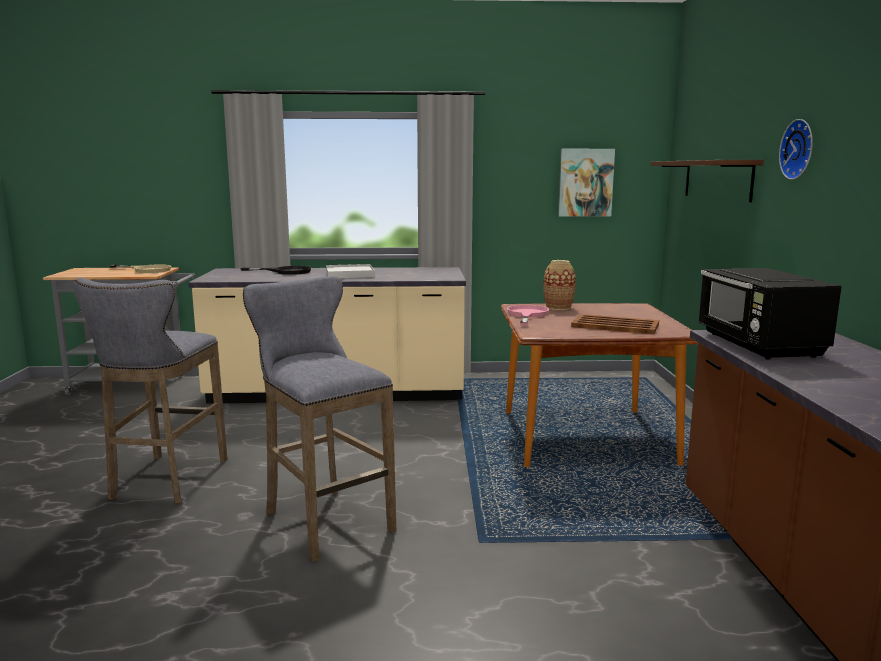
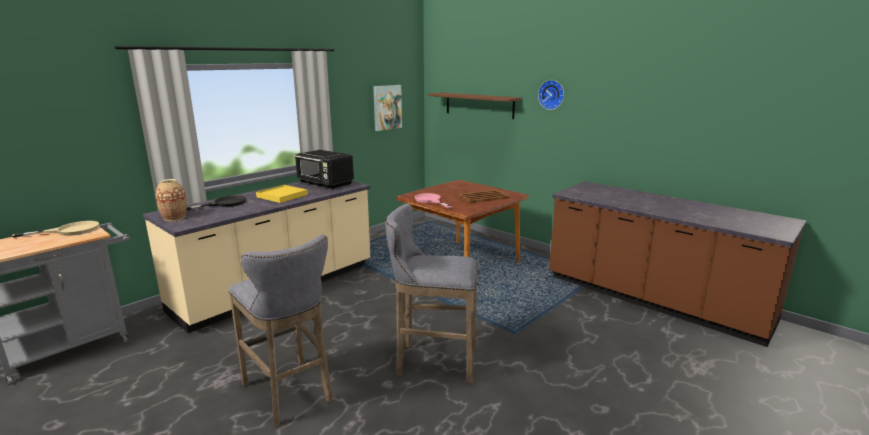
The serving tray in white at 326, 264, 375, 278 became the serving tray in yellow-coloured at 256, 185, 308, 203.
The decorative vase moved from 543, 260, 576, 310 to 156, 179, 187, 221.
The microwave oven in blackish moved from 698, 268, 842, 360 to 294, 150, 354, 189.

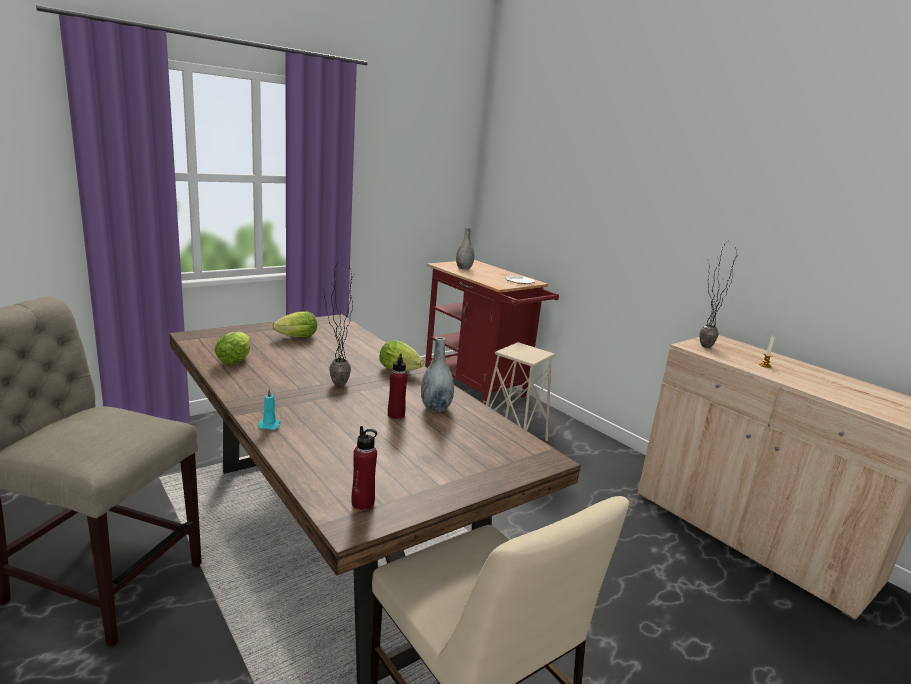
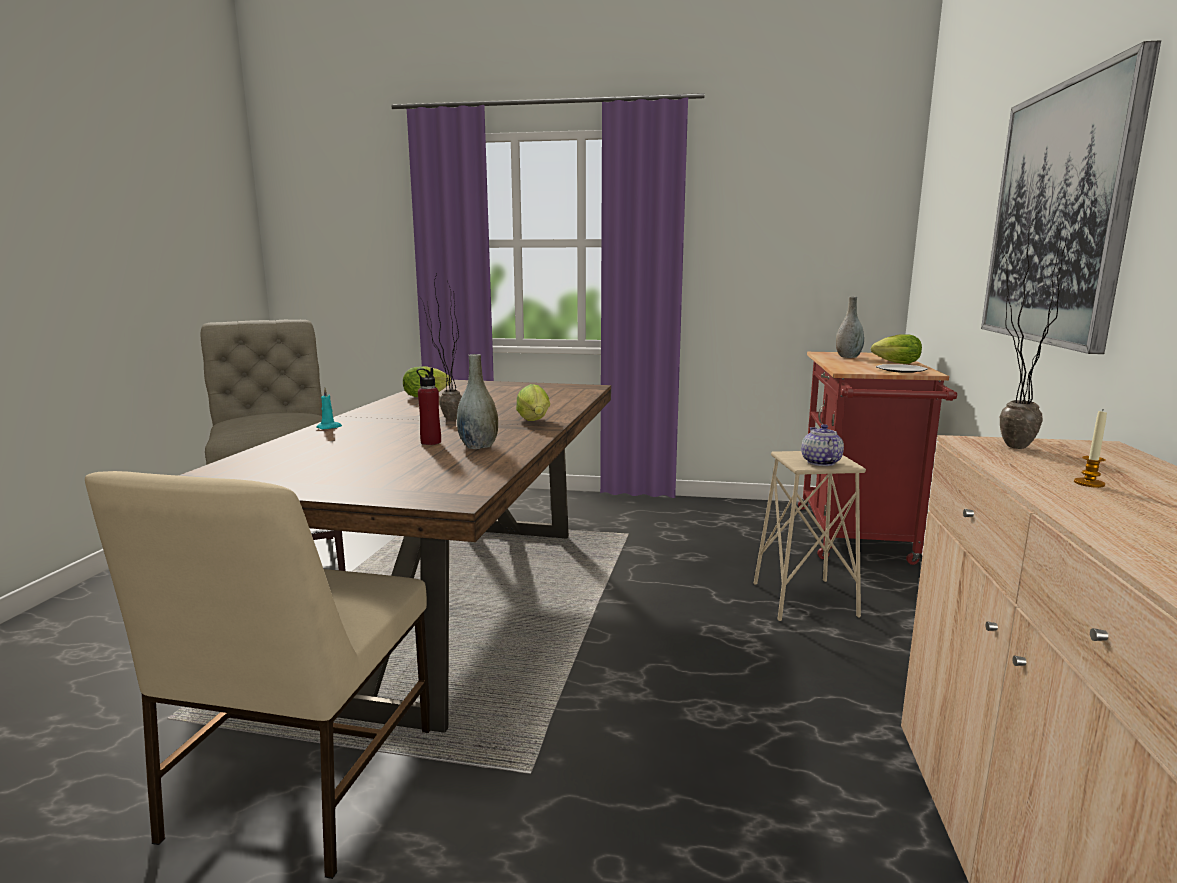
The lettuce moved from 272, 311, 317, 337 to 871, 334, 922, 364.
The bottle in red at 352, 426, 377, 510 disappeared.
The teapot at 801, 424, 844, 466 appeared.
The wall art at 981, 40, 1161, 354 appeared.

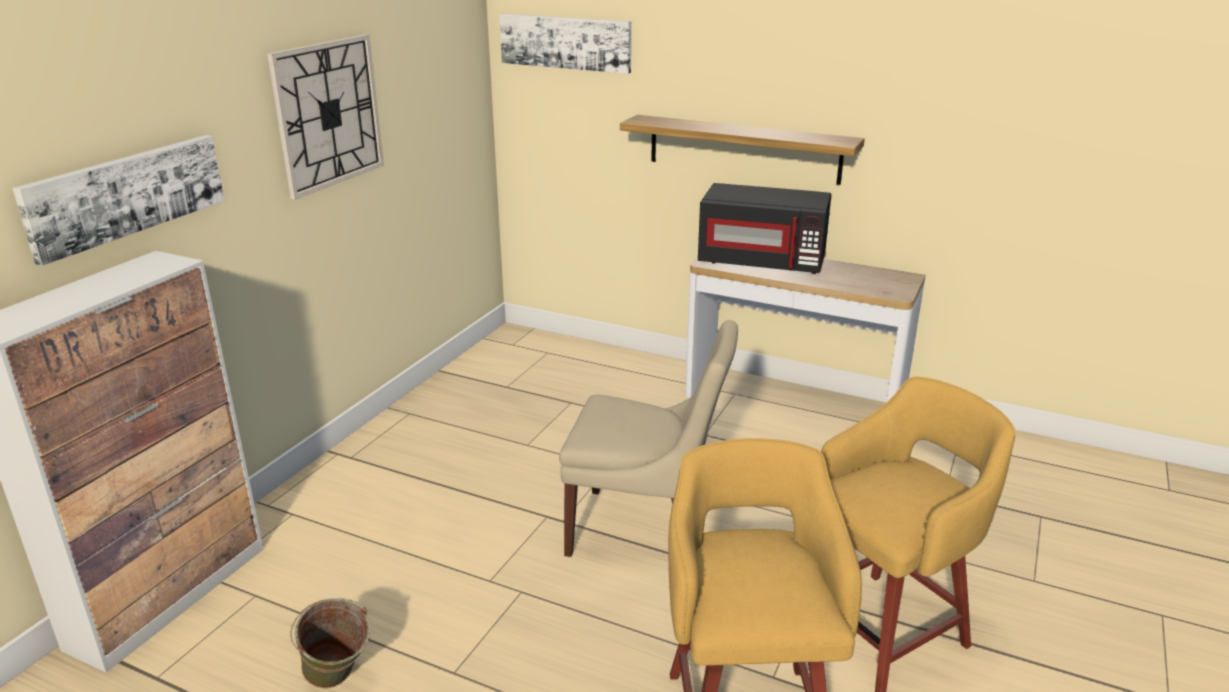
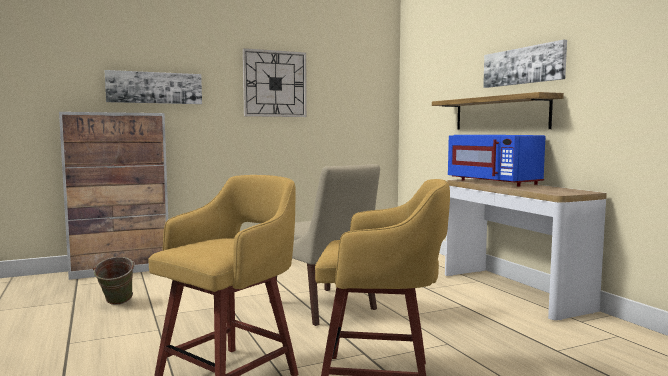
The wall art moved from 499, 13, 631, 74 to 483, 40, 567, 88.
The microwave oven in blackish at 698, 183, 831, 274 became the microwave oven in blue at 448, 135, 545, 186.

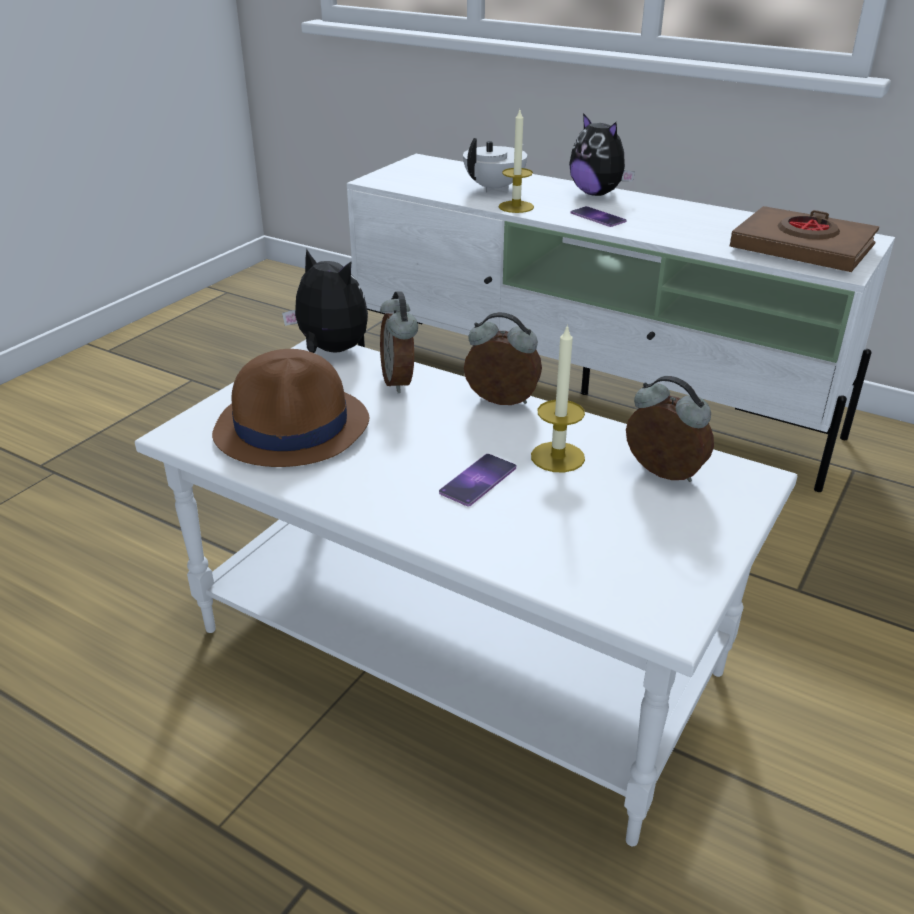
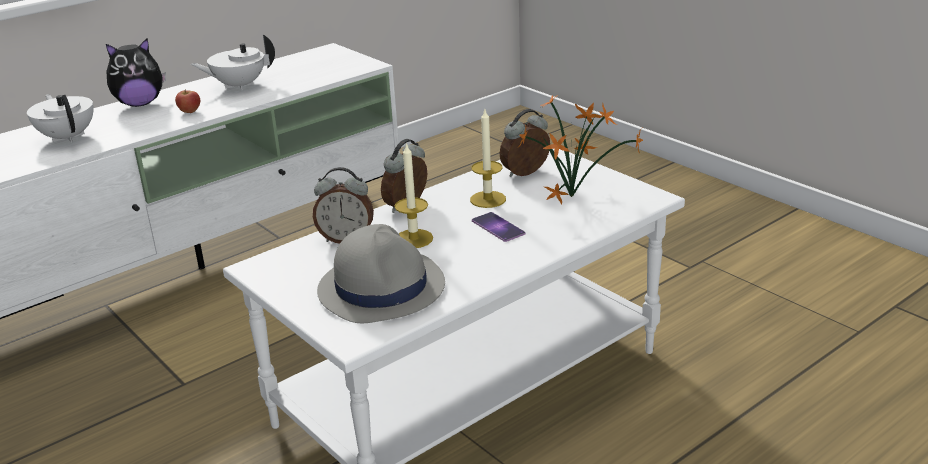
The clothing hat in brown-coloured at 212, 349, 369, 467 became the clothing hat in grey at 317, 224, 445, 323.
The plush toy at 282, 248, 368, 353 disappeared.
The candle moved from 499, 110, 534, 213 to 394, 142, 433, 248.
The phone at 571, 206, 626, 227 was replaced by the apple fruit at 175, 89, 200, 113.
The bound book in brown-coloured at 730, 206, 879, 272 disappeared.
The teapot in white at 191, 35, 275, 90 appeared.
The houseplant at 517, 92, 643, 204 appeared.

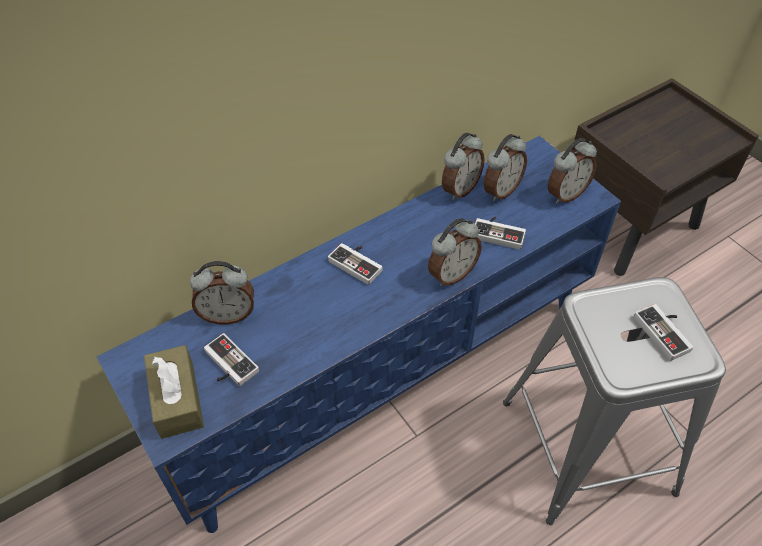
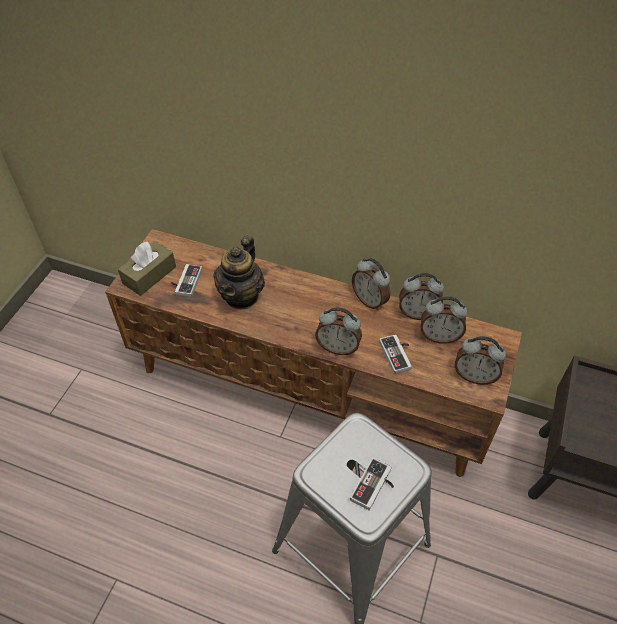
The media console in blue at 97, 136, 621, 533 became the media console in brown-coloured at 105, 229, 522, 477.
The table clock moved from 190, 261, 254, 324 to 352, 258, 391, 310.
The gamepad at 328, 243, 383, 285 disappeared.
The teapot at 213, 235, 265, 309 appeared.

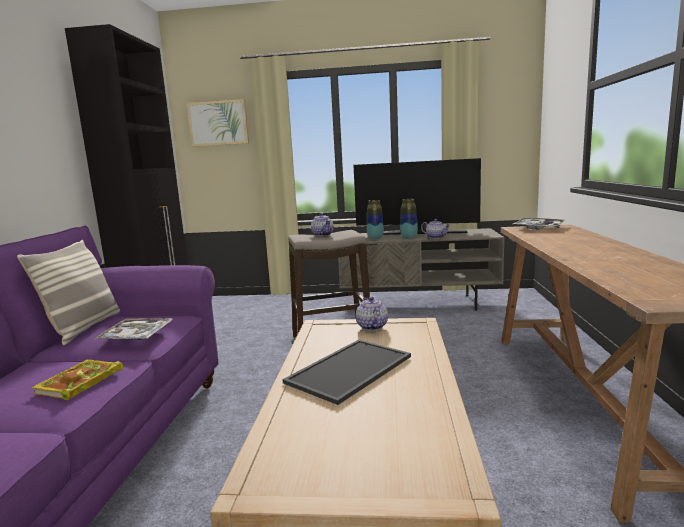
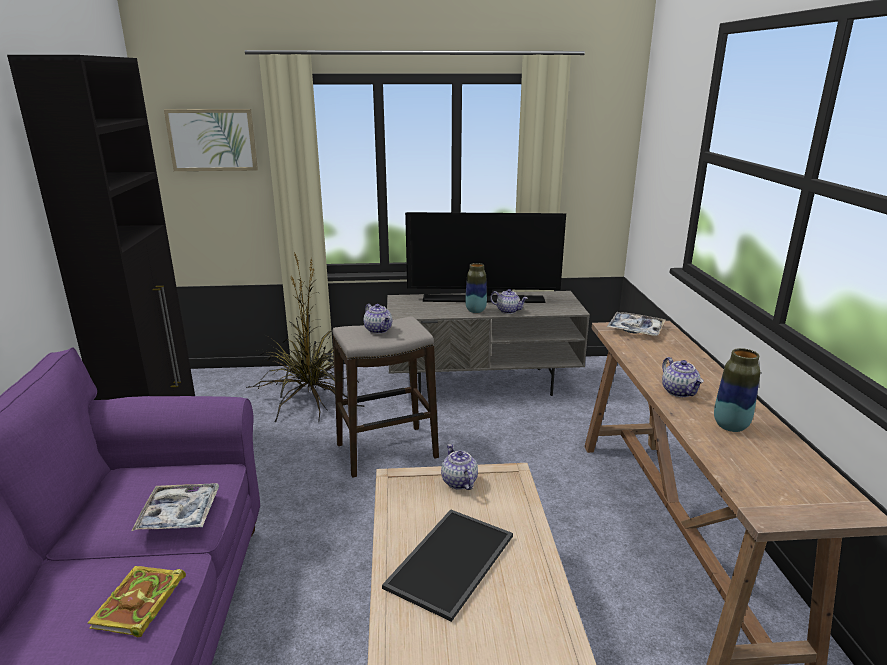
The throw pillow at 17, 240, 120, 345 disappeared.
The decorative vase moved from 367, 200, 384, 239 to 714, 348, 760, 432.
The houseplant at 246, 252, 365, 422 appeared.
The teapot at 662, 357, 704, 397 appeared.

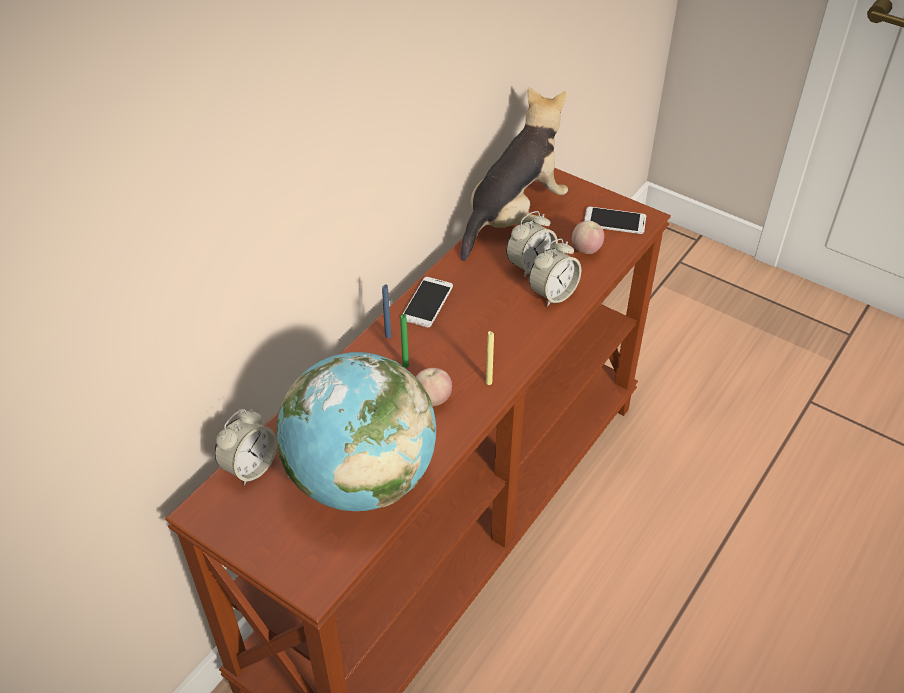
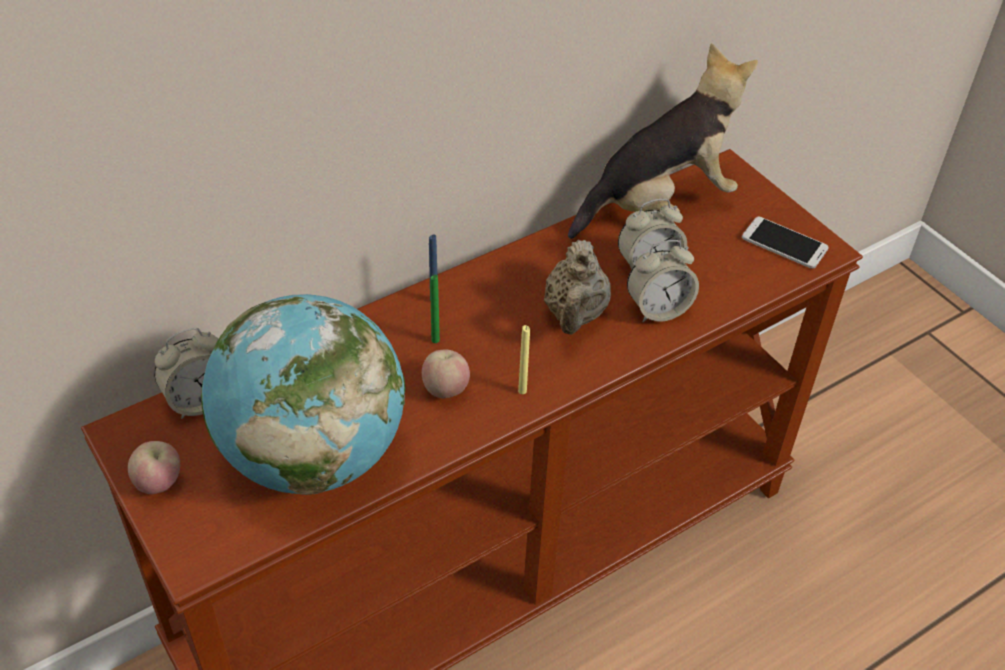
The phone at 403, 277, 453, 327 disappeared.
The apple fruit moved from 572, 221, 604, 254 to 128, 441, 180, 494.
The teapot in sand-coloured at 544, 240, 611, 334 appeared.

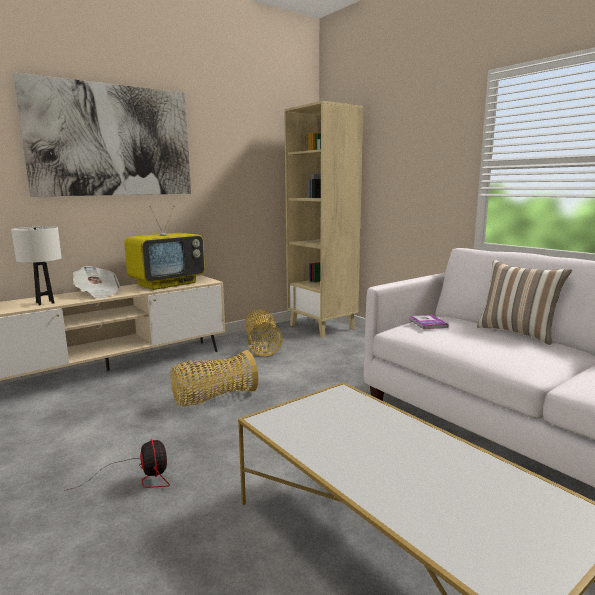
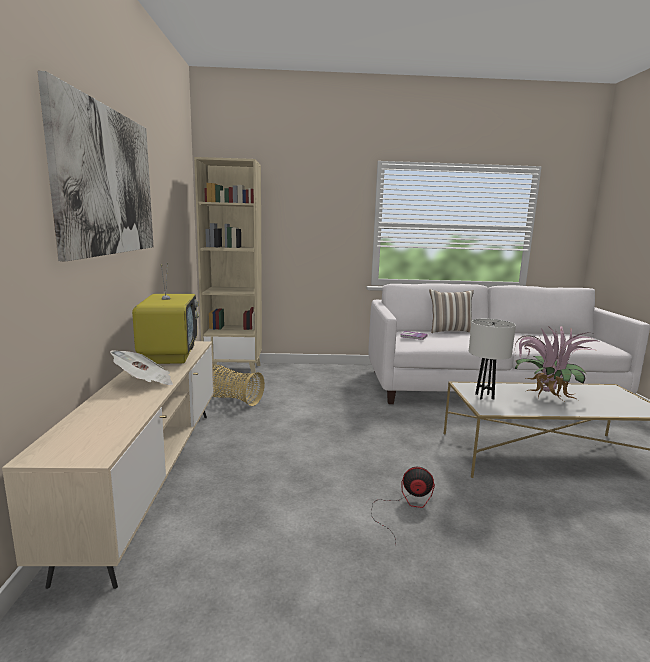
The table lamp in white moved from 11, 226, 62, 306 to 469, 319, 516, 399.
The household basket at 170, 350, 258, 406 disappeared.
The houseplant at 515, 325, 599, 400 appeared.

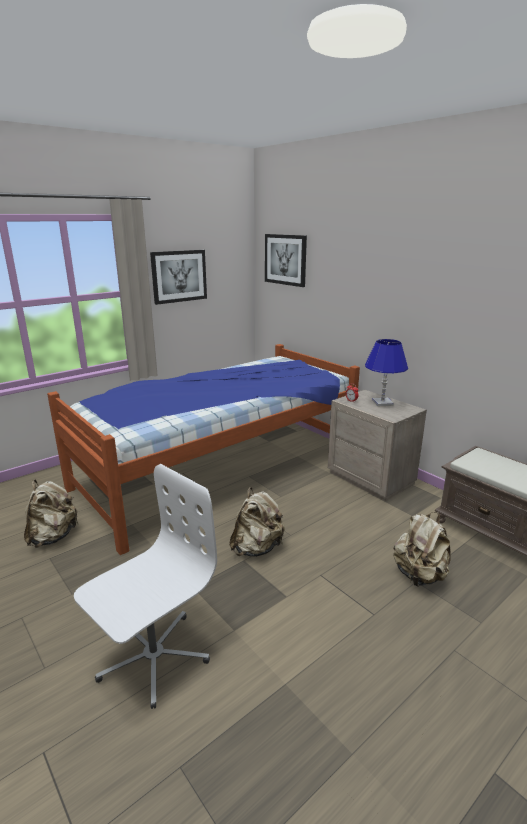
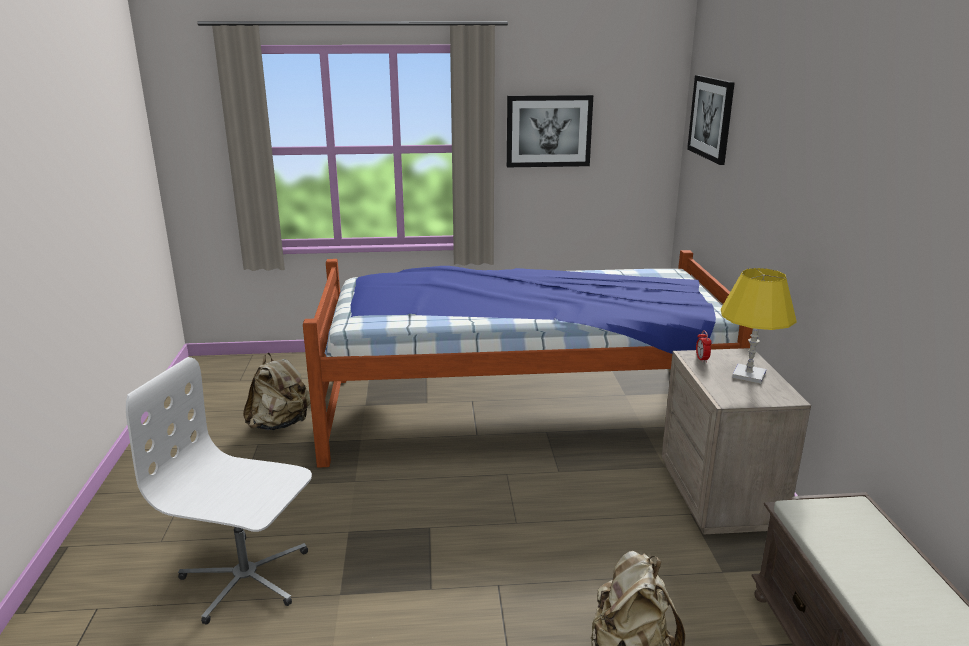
The office chair in white at 74, 464, 217, 709 turned 150 degrees counterclockwise.
The rucksack in sand-coloured at 229, 487, 285, 557 disappeared.
The table lamp in blue at 365, 339, 408, 406 became the table lamp in yellow-coloured at 721, 268, 797, 384.

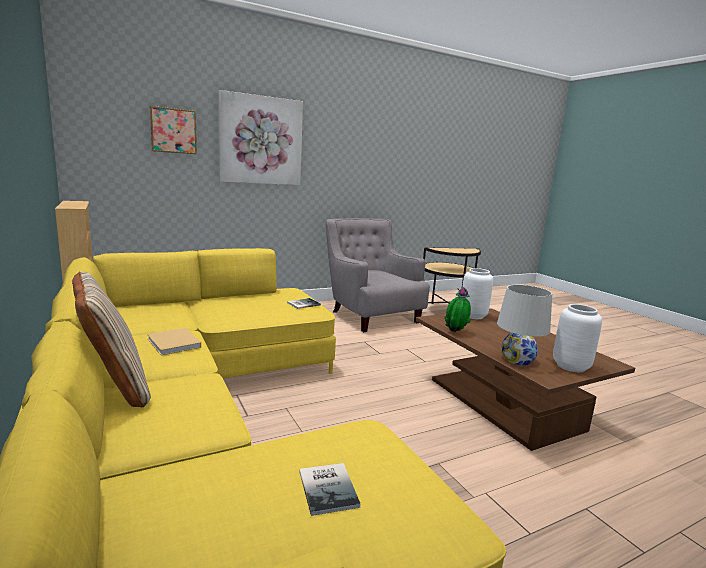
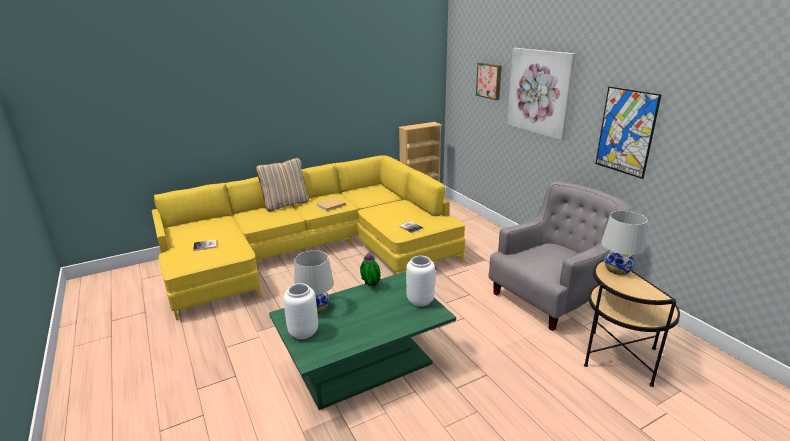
The coffee table in brown-coloured at 416, 308, 635, 451 became the coffee table in greenish at 269, 272, 456, 410.
The wall art at 596, 86, 661, 179 appeared.
The table lamp in white at 601, 211, 648, 275 appeared.

